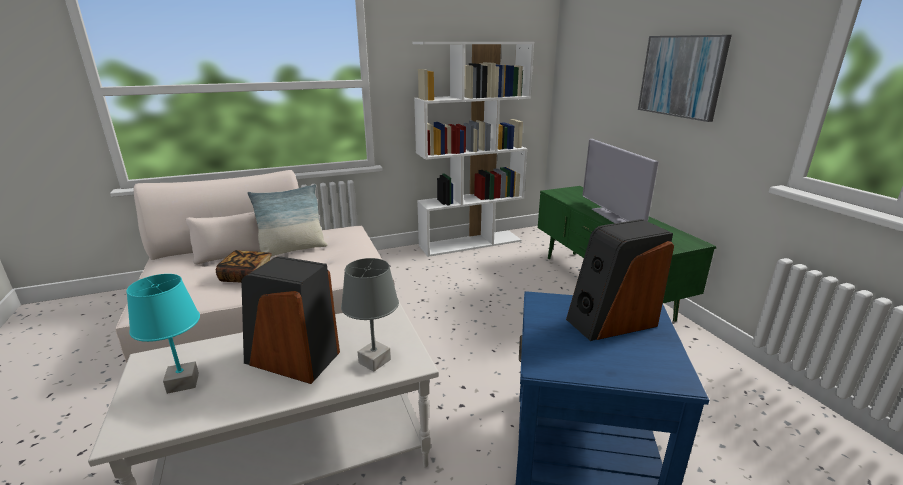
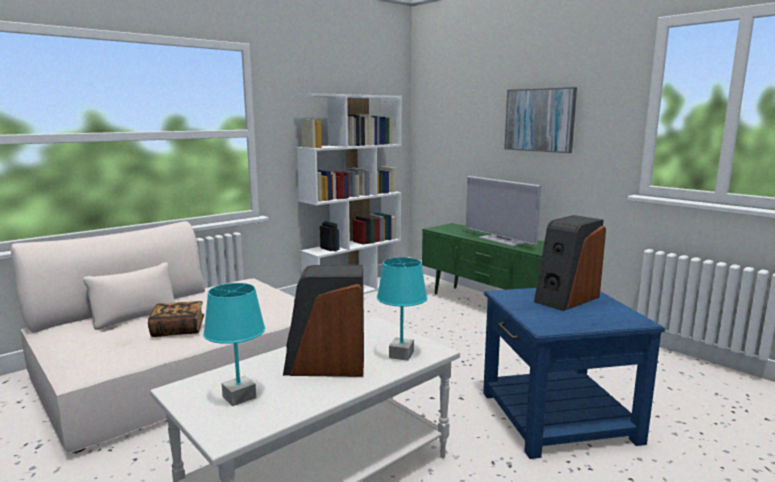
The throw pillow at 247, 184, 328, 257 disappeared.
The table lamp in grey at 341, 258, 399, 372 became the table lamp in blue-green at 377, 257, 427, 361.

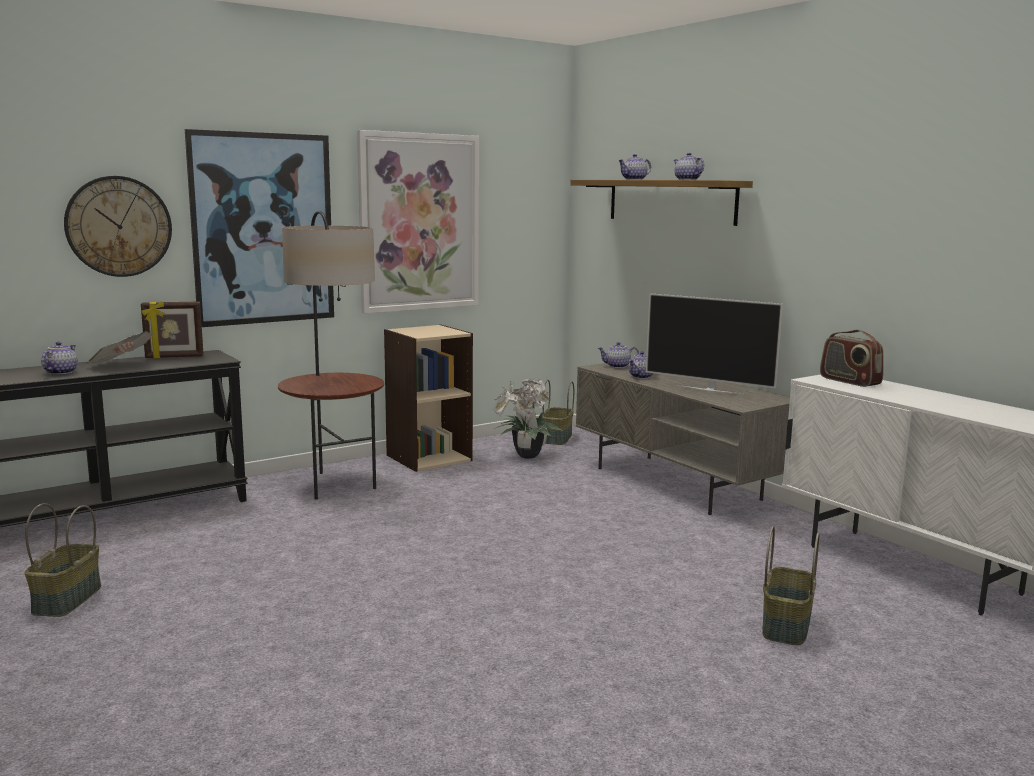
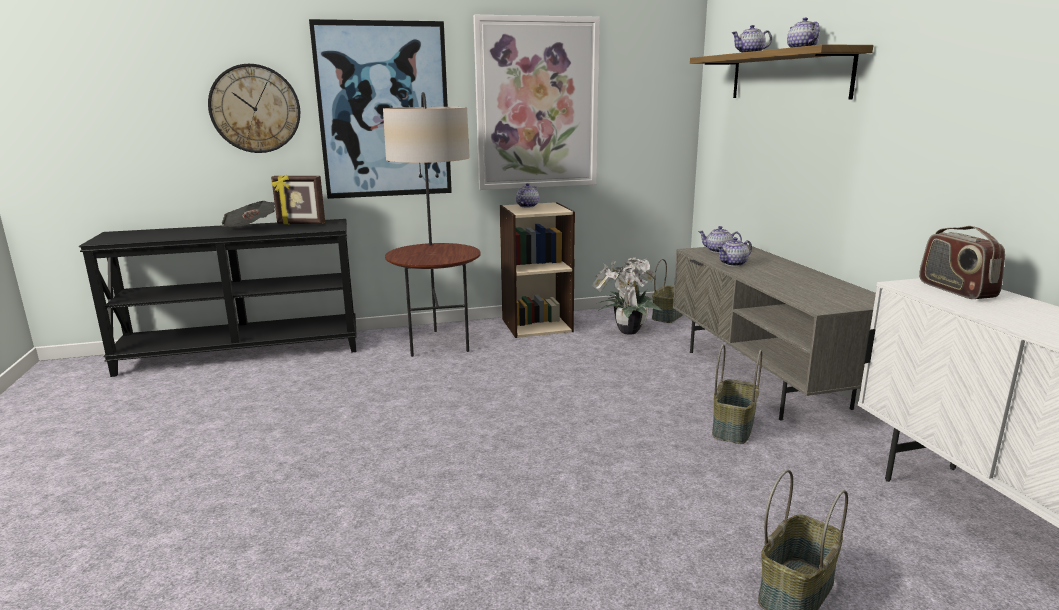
The household basket moved from 25, 503, 101, 617 to 712, 344, 762, 444.
The teapot moved from 41, 341, 78, 375 to 516, 183, 539, 207.
The TV at 646, 293, 783, 395 disappeared.

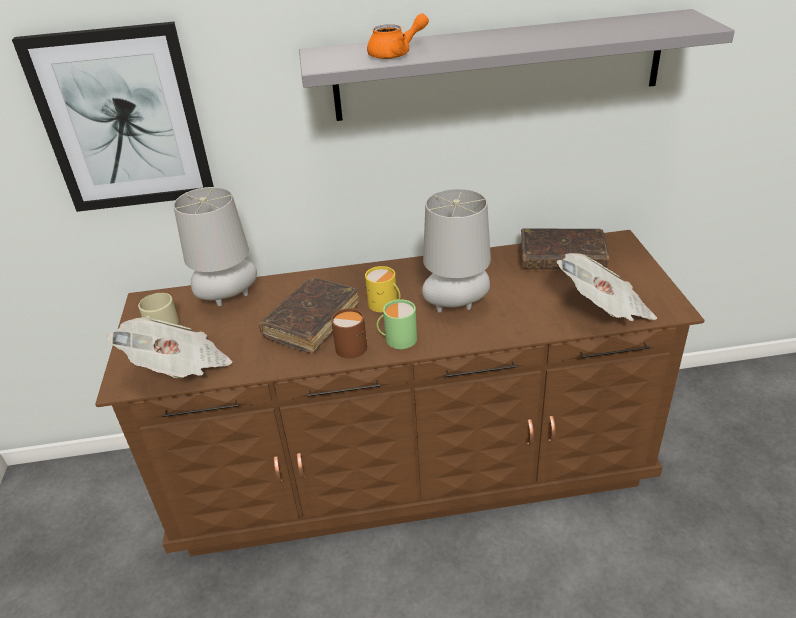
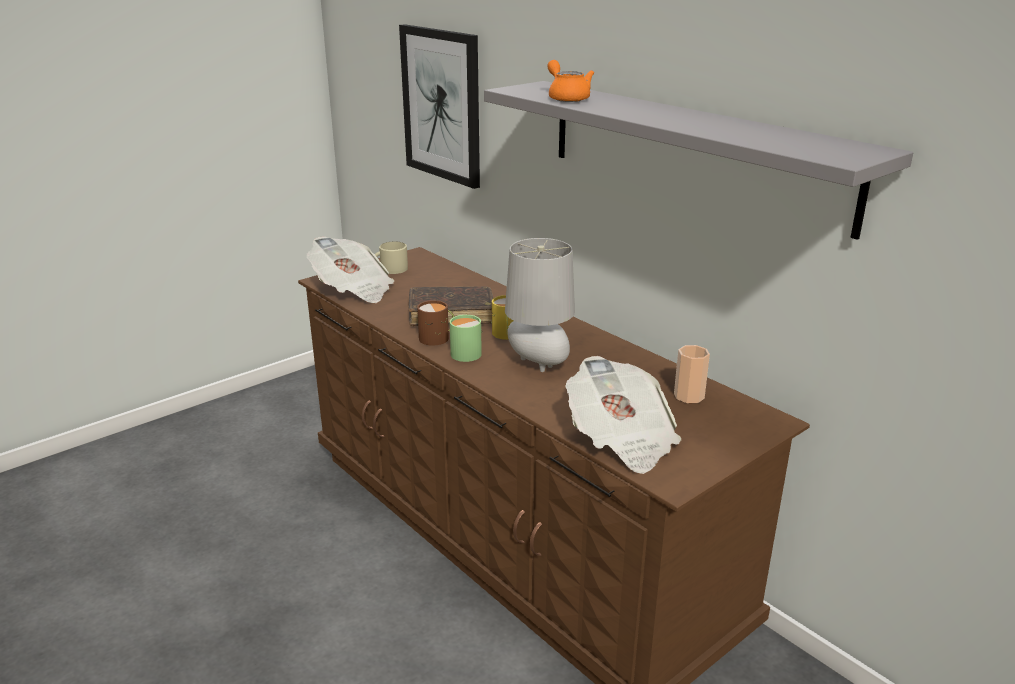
The table lamp in grey at 173, 187, 257, 306 disappeared.
The teapot in orange-coloured at 367, 13, 429, 59 turned 150 degrees counterclockwise.
The bound book in brown-coloured at 521, 228, 609, 269 was replaced by the drinking cup at 674, 345, 710, 403.

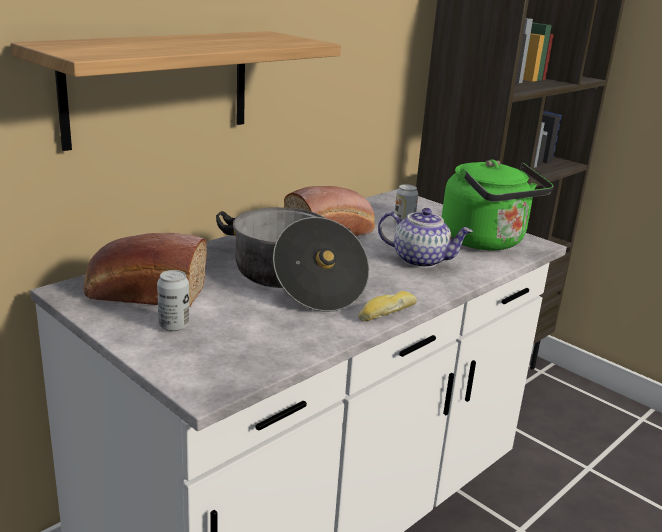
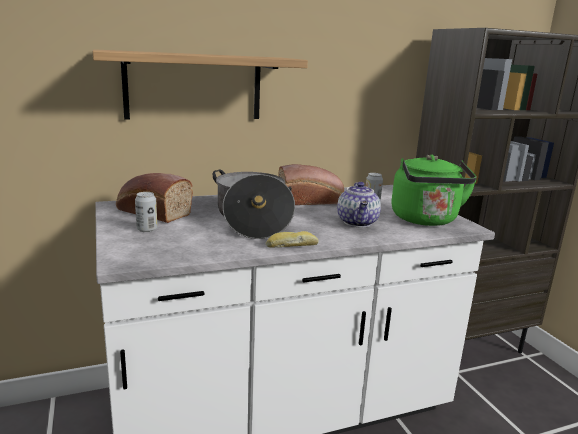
The teapot at 378, 208, 473, 268 turned 45 degrees clockwise.

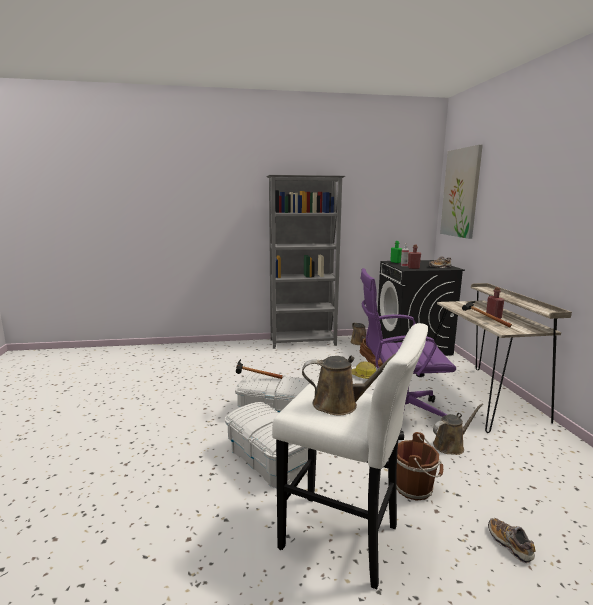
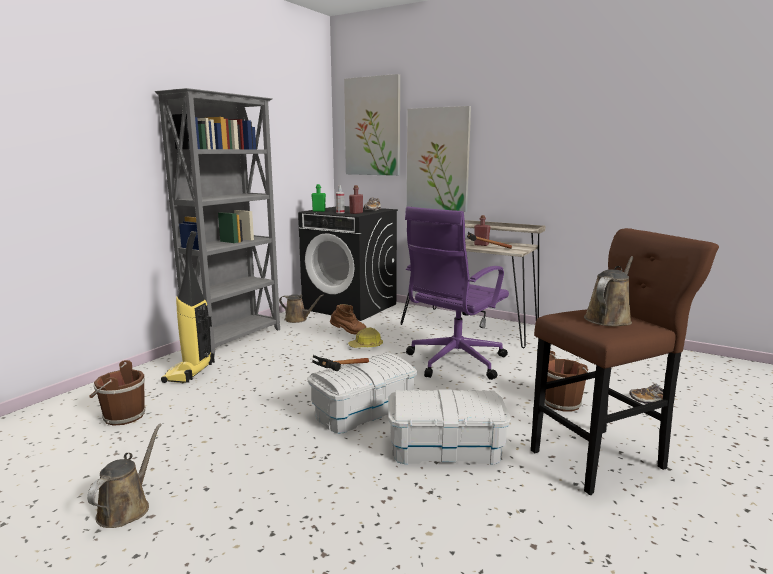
The stool in white at 272, 323, 428, 590 became the stool in brown-coloured at 531, 228, 719, 495.
The watering can in brown-coloured moved from 433, 404, 483, 455 to 87, 423, 162, 528.
The bucket in brown-coloured at 89, 360, 146, 426 appeared.
The hoover at 161, 231, 215, 383 appeared.
The wall art at 407, 106, 471, 212 appeared.

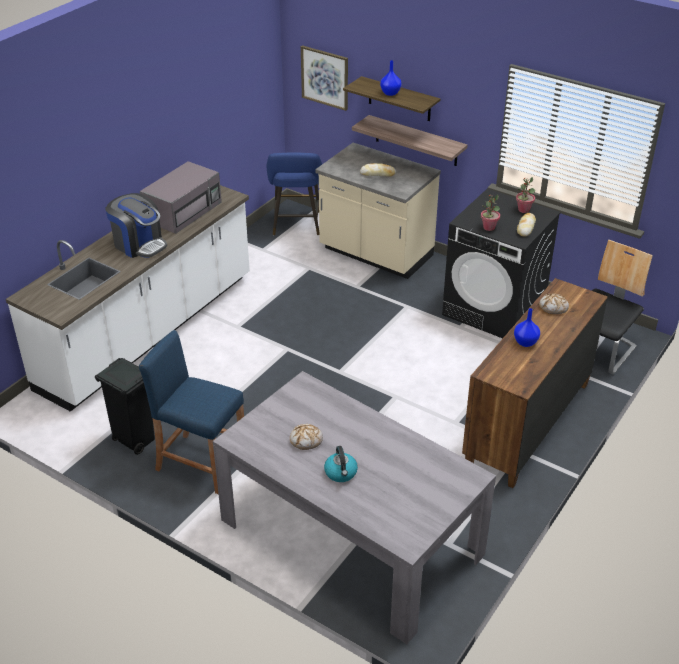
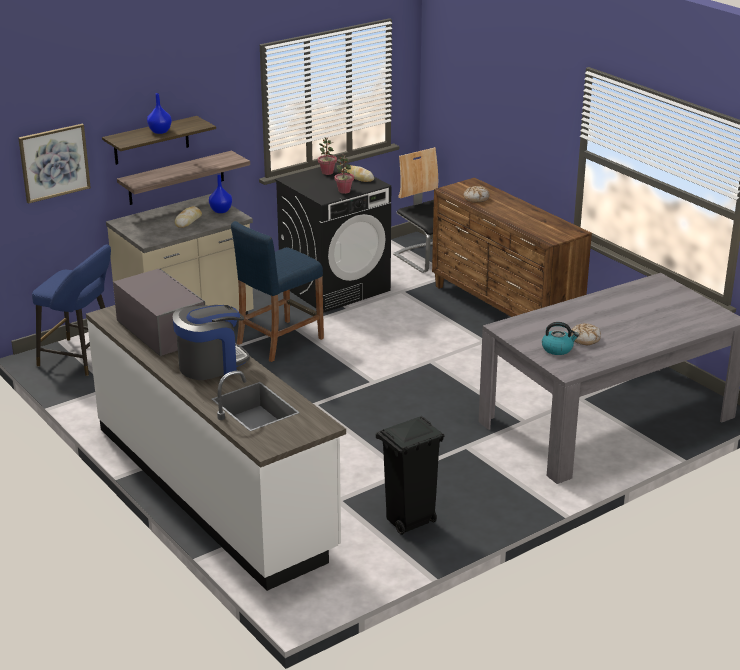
The stool in blue moved from 139, 330, 244, 494 to 231, 221, 324, 362.
The tea kettle moved from 324, 446, 358, 482 to 542, 322, 579, 355.
The decorative vase in blue moved from 514, 308, 540, 347 to 209, 175, 232, 213.

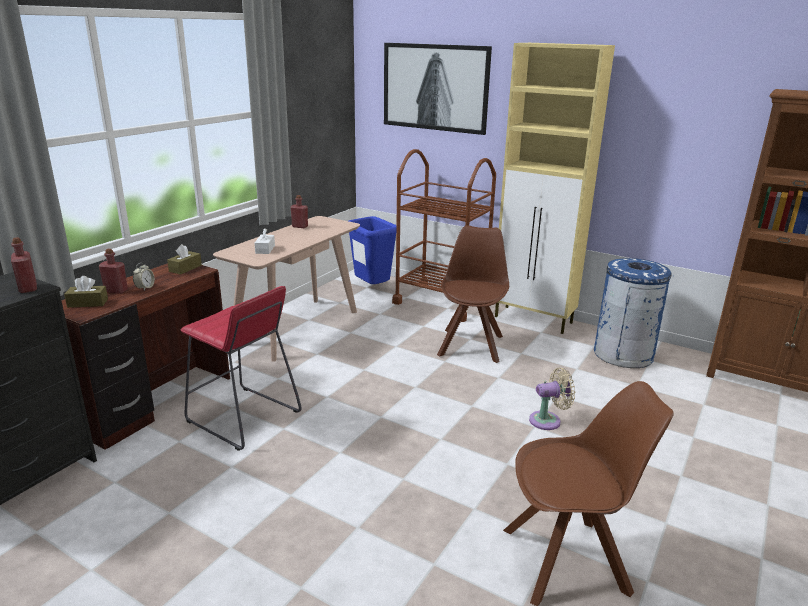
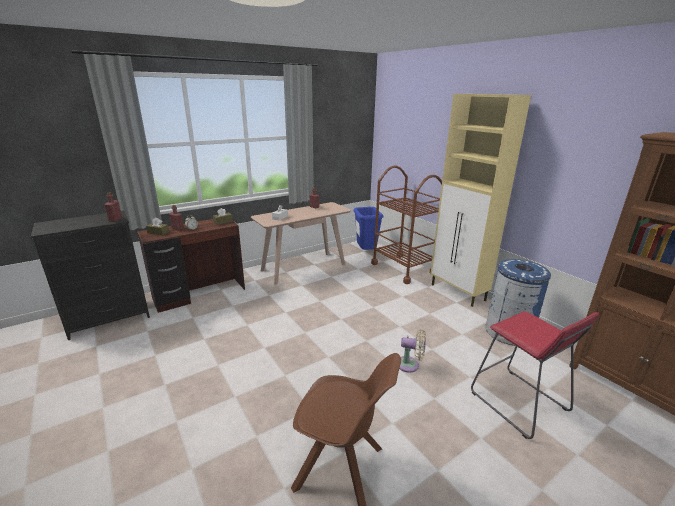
The stool in red moved from 181, 286, 302, 451 to 471, 311, 599, 439.
The wall art at 384, 43, 492, 135 disappeared.
The plain chair in brown-coloured at 437, 225, 509, 363 disappeared.

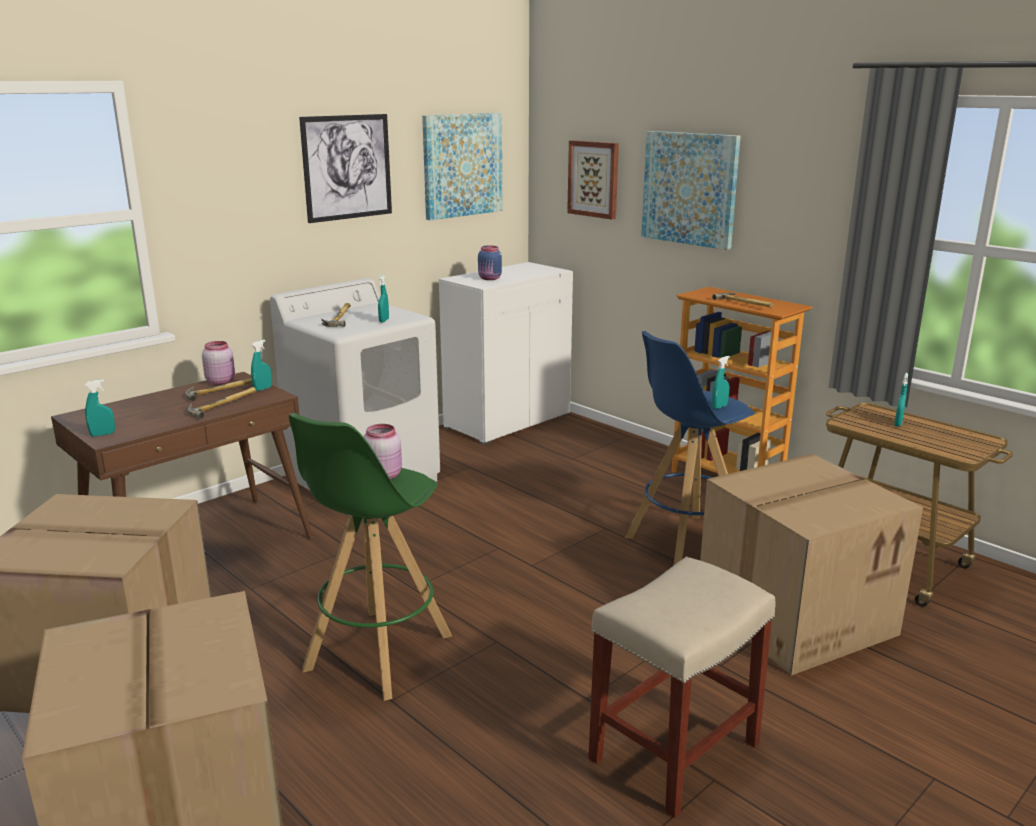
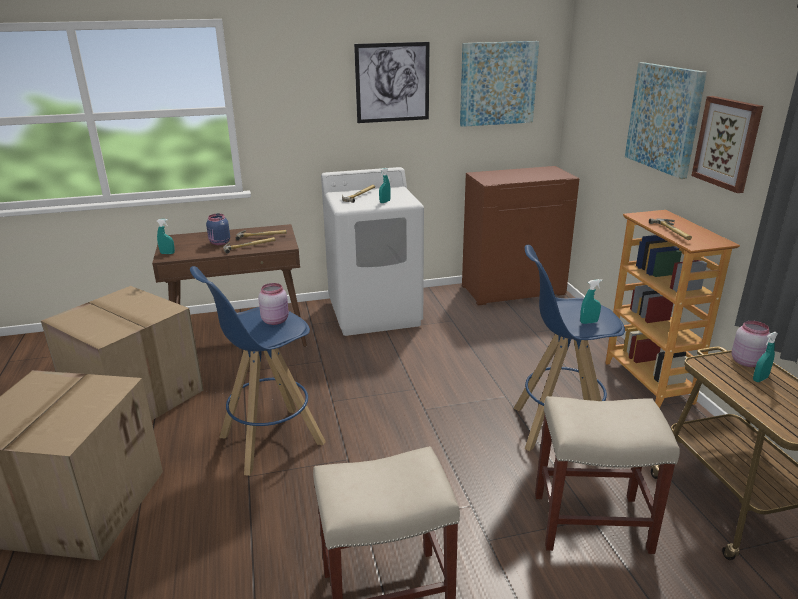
The storage jar in pink moved from 202, 341, 235, 385 to 732, 321, 770, 367.
The hand sprayer in blue-green at 251, 340, 272, 391 disappeared.
The stool in greenish at 289, 413, 452, 701 became the stool in blue at 190, 266, 326, 476.
The storage cabinet in white at 439, 262, 573, 445 became the storage cabinet in brown-coloured at 462, 166, 579, 305.
The storage jar in blue moved from 478, 246, 502, 280 to 206, 214, 230, 245.
The wall art moved from 567, 140, 619, 219 to 691, 96, 763, 193.
The packing box at 700, 454, 923, 675 was replaced by the stool in sand-coloured at 535, 396, 680, 554.

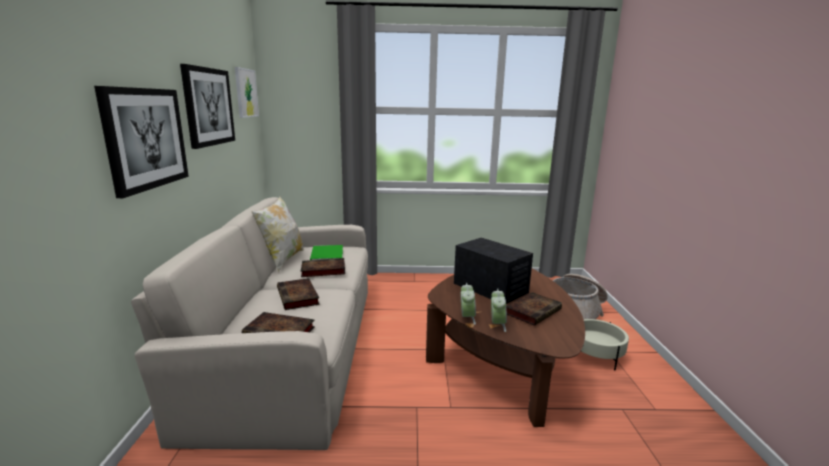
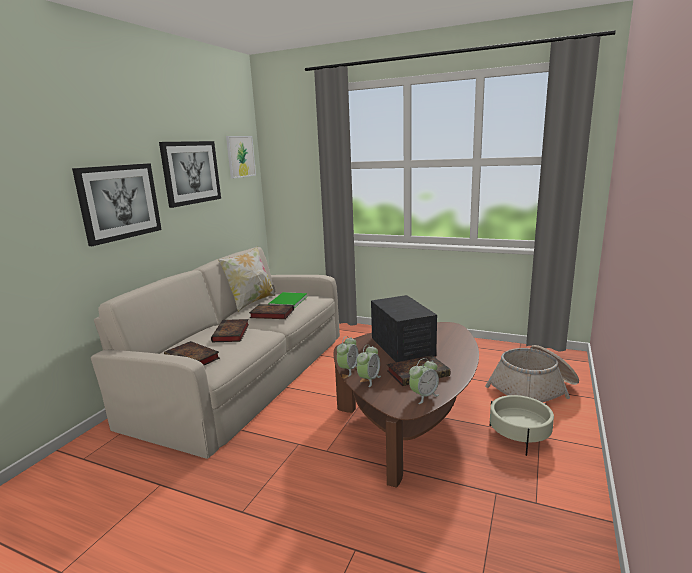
The table clock at 409, 358, 439, 404 appeared.

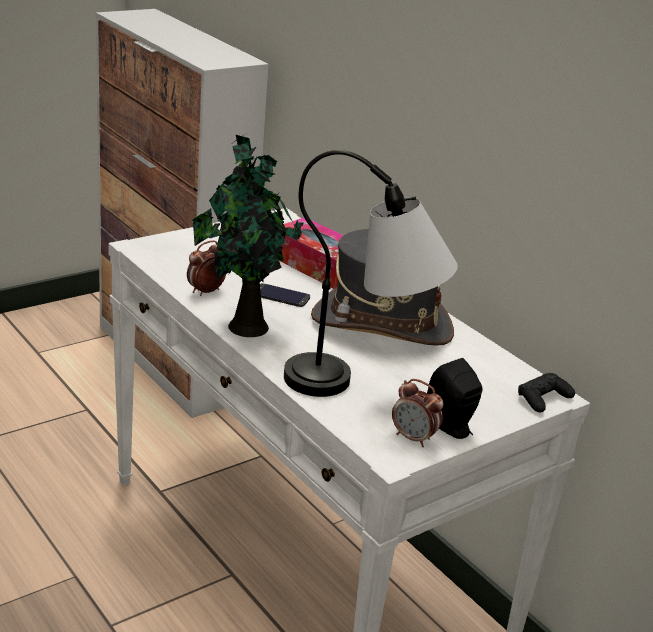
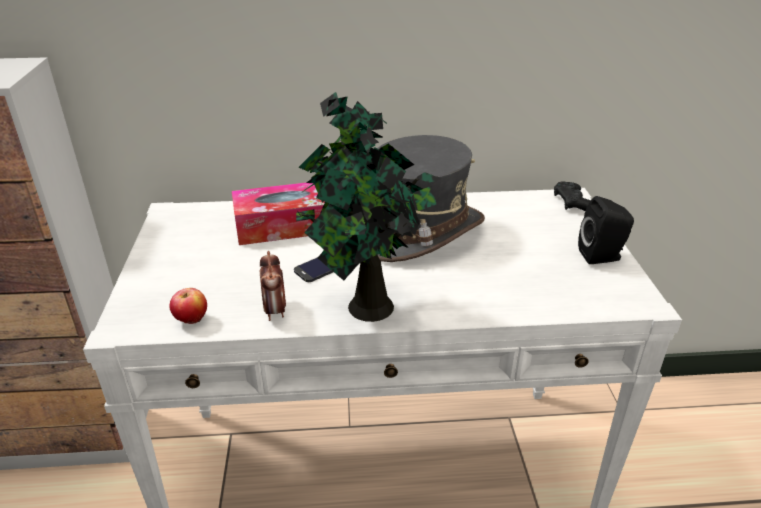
The table lamp at 284, 150, 458, 397 disappeared.
The table clock at 392, 379, 444, 447 disappeared.
The apple fruit at 170, 288, 207, 324 appeared.

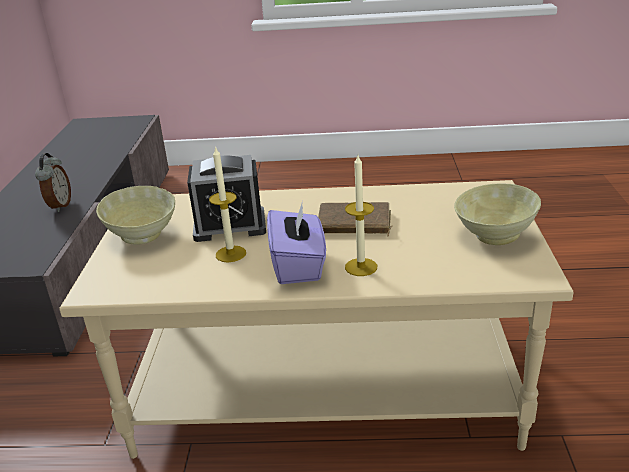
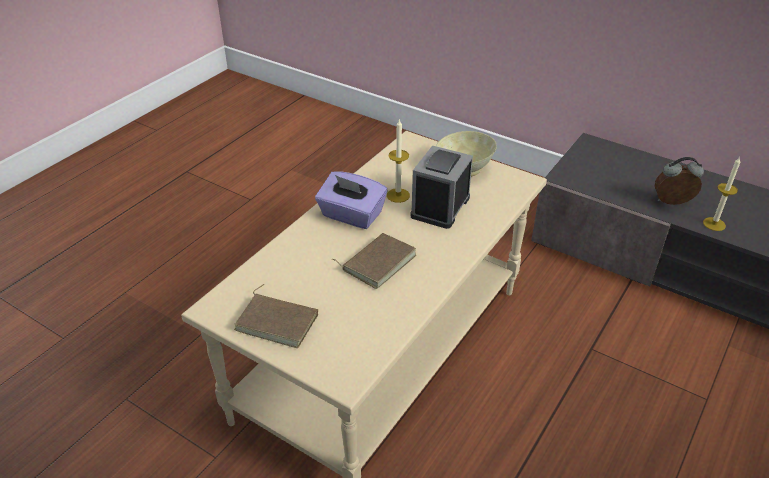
The table clock at 35, 153, 71, 212 turned 150 degrees clockwise.
The candle moved from 345, 155, 377, 276 to 703, 157, 741, 231.
The bowl in sand-coloured at 454, 183, 541, 245 was replaced by the bound book in brown-coloured at 234, 284, 318, 348.

